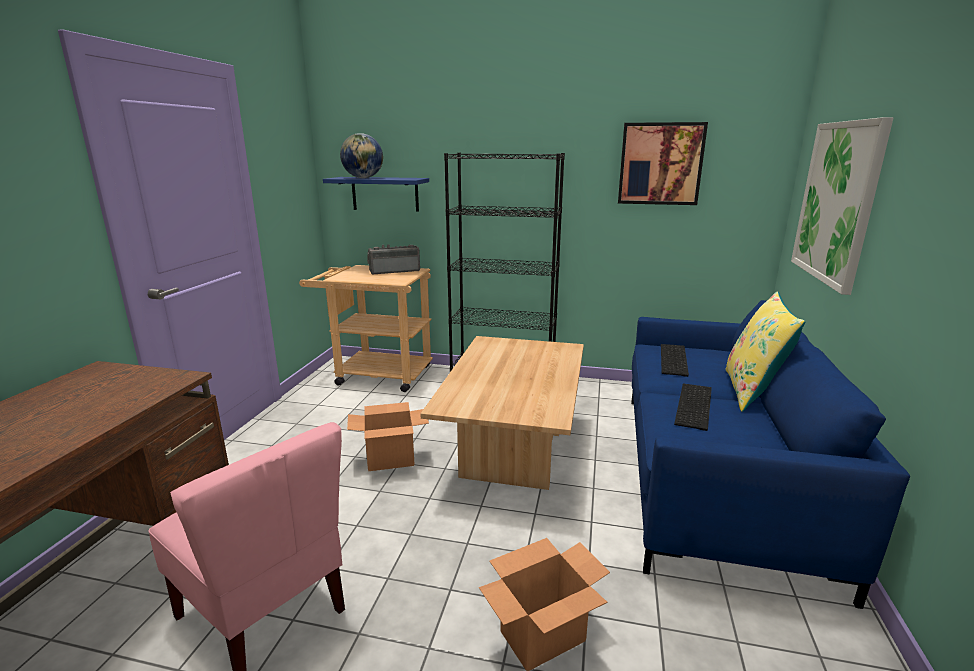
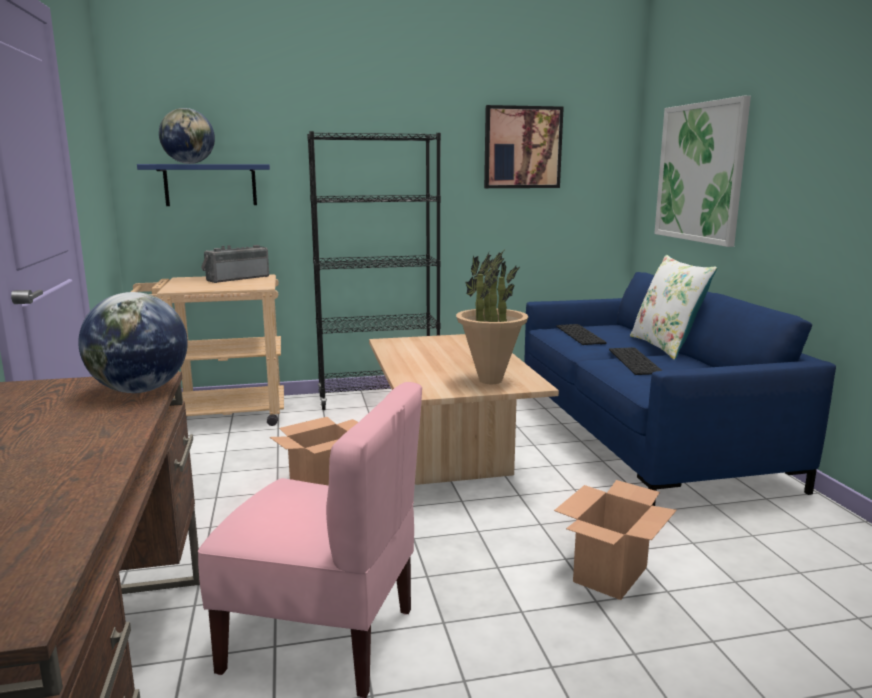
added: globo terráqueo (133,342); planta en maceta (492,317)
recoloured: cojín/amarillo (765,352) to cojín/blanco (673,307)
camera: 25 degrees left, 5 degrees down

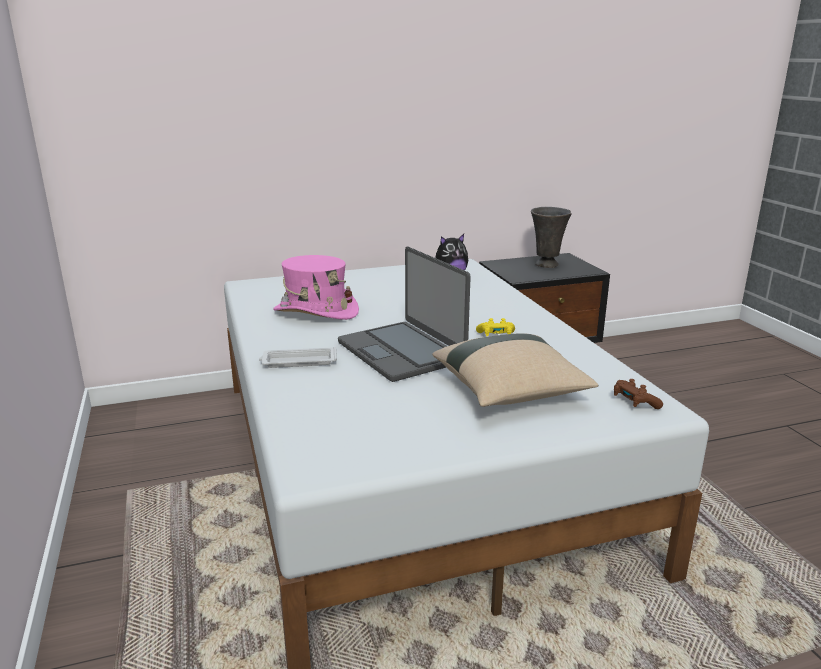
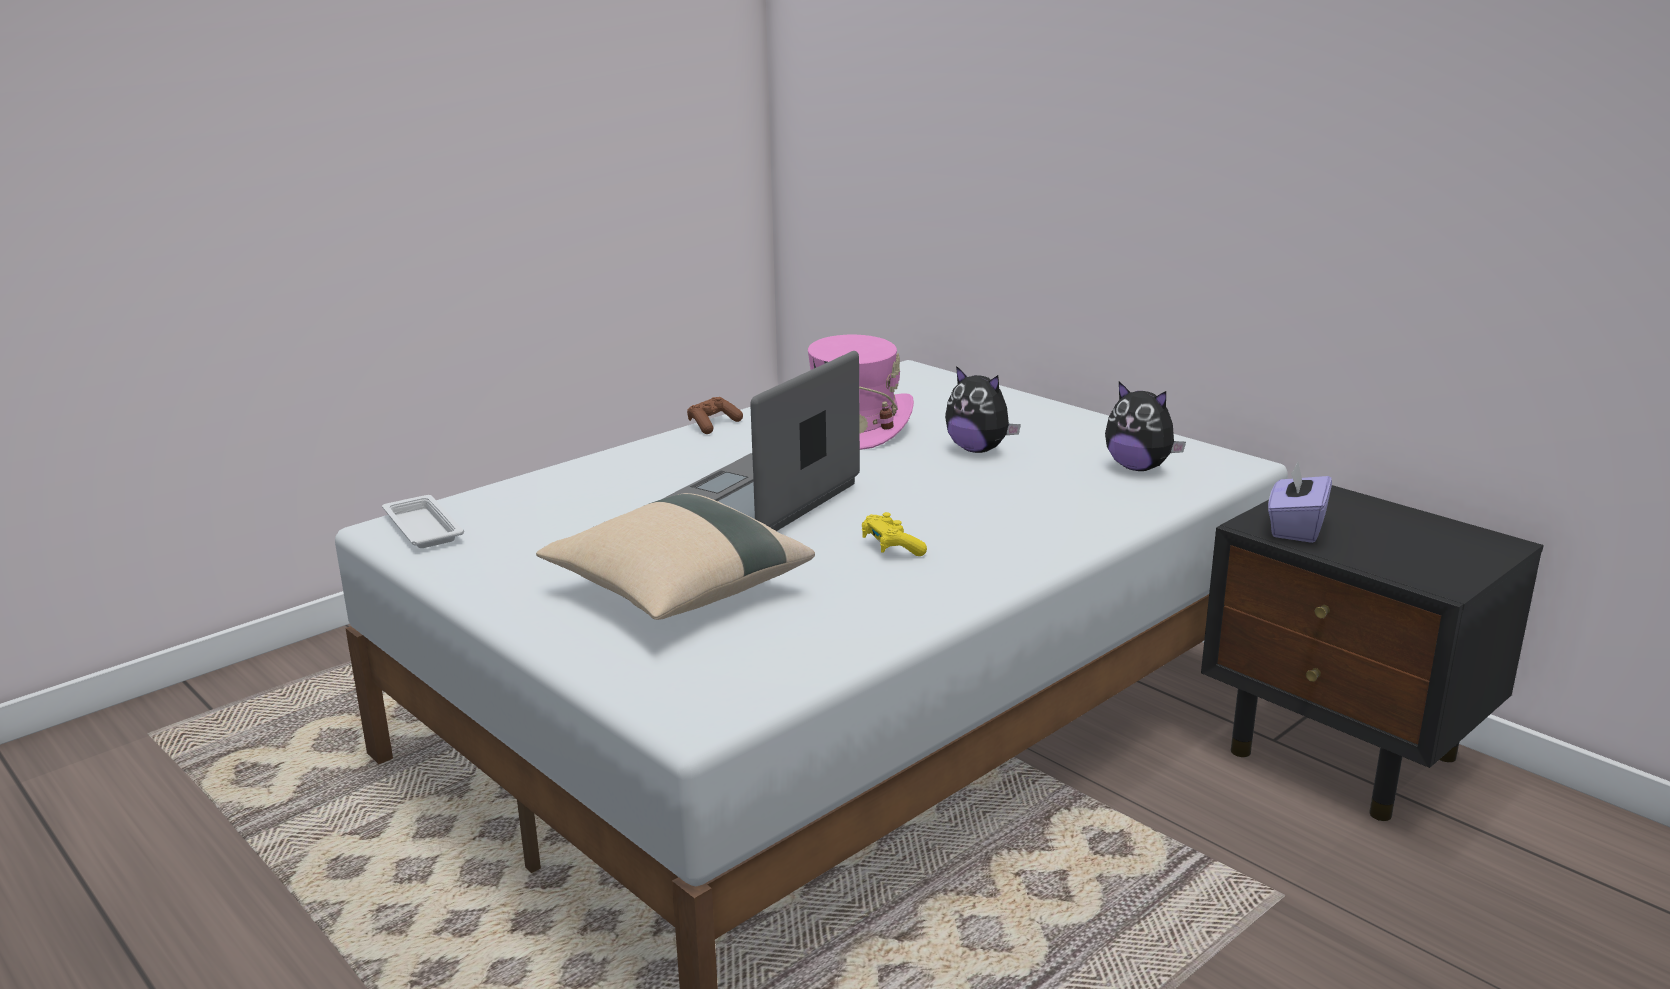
removed: florero/gris (551,237)
added: peluche (983,409); caja de pañuelos/morado (1300,502)
moved: bandeja/blanco (298,357) to (423,521); mando de consola/marrón (638,394) to (715,415)
camera: 65 degrees right, 0 degrees up

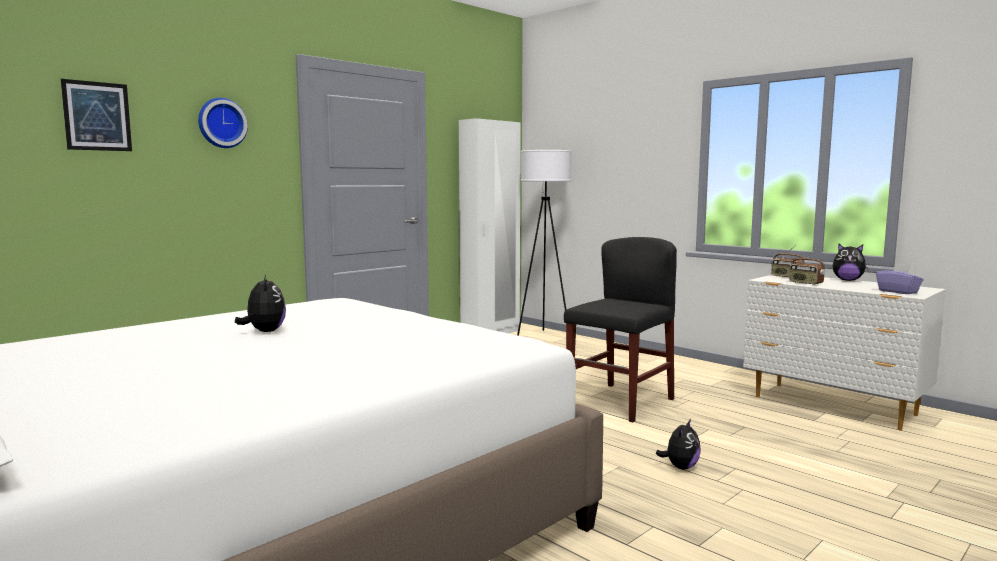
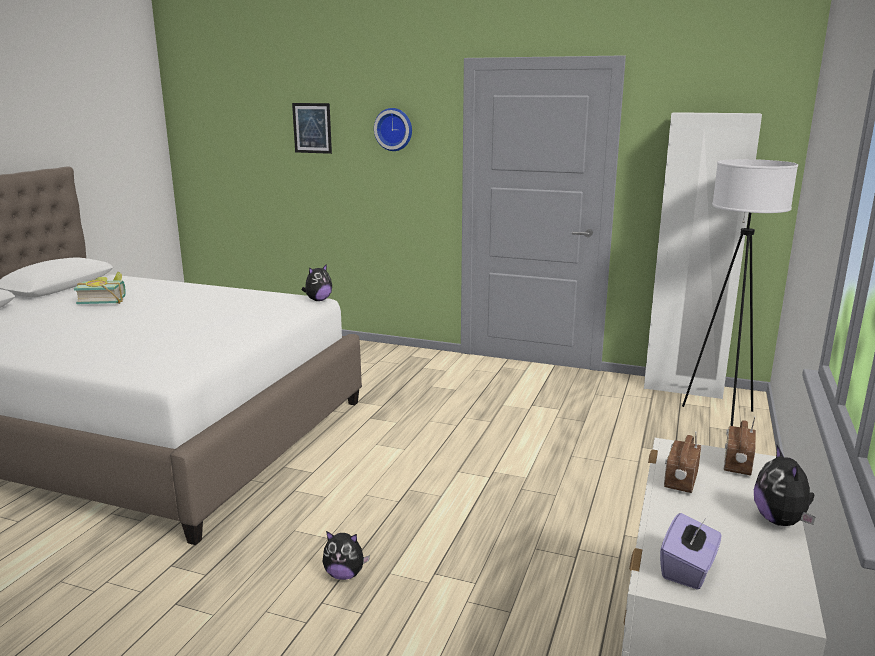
removed: silla/negro (620,330)
added: libro (100,288)
moved: peluche (260,303) to (317,282)
camera: 65 degrees right, 10 degrees up

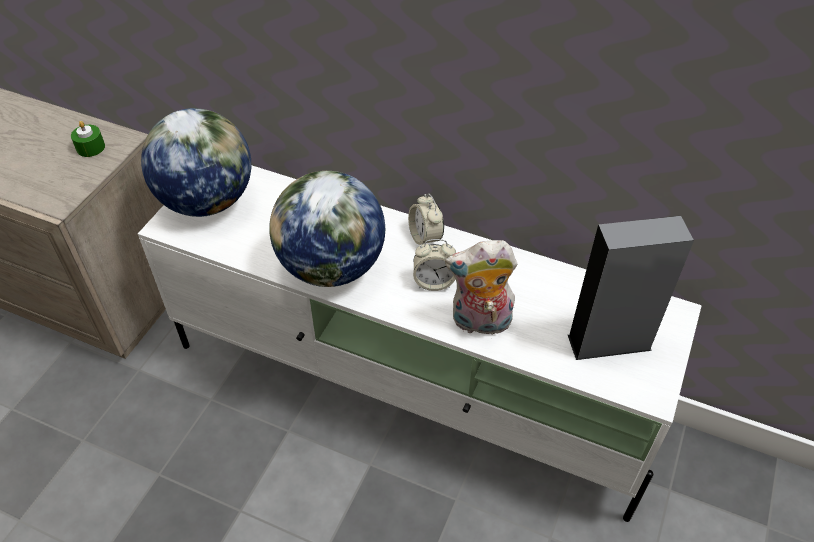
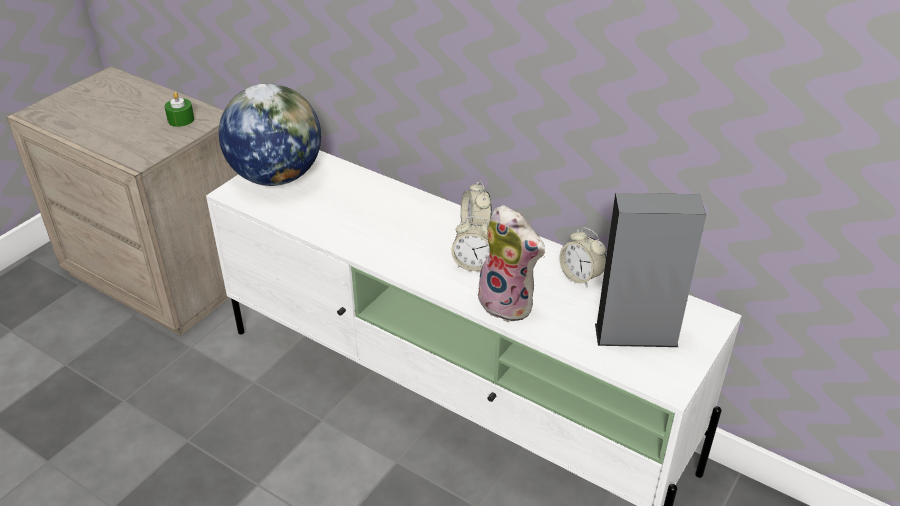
removed: globo terráqueo (327,229)
added: despertador (582,257)
turned: peluche (481,288) = (511,263) 150 degrees counterclockwise
camera: 10 degrees right, 10 degrees down

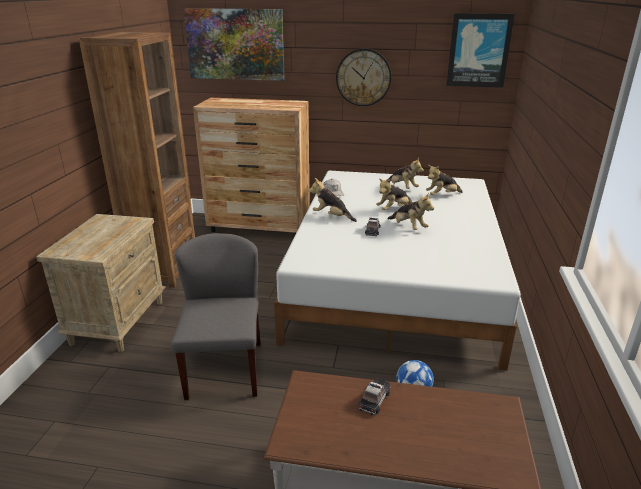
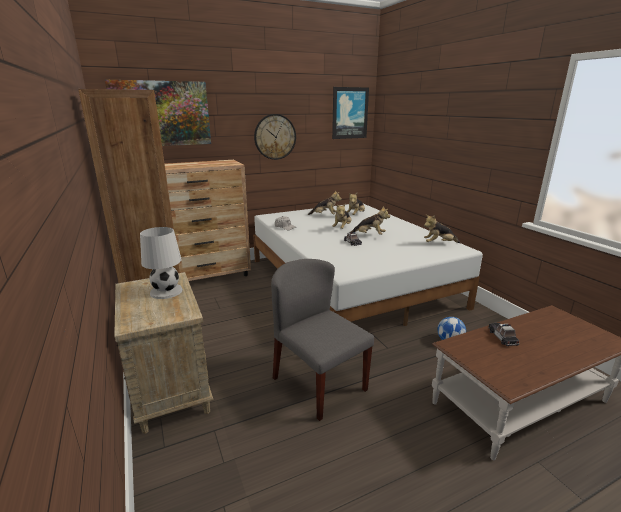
added: lámpara de mesa/blanco (161,263)
moved: peluche (333,200) to (442,228)
camera: 35 degrees left, 5 degrees down

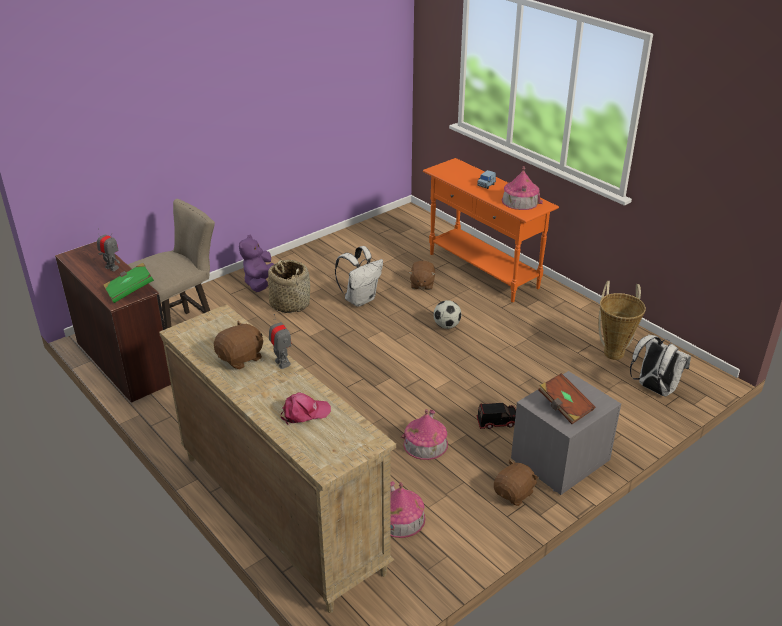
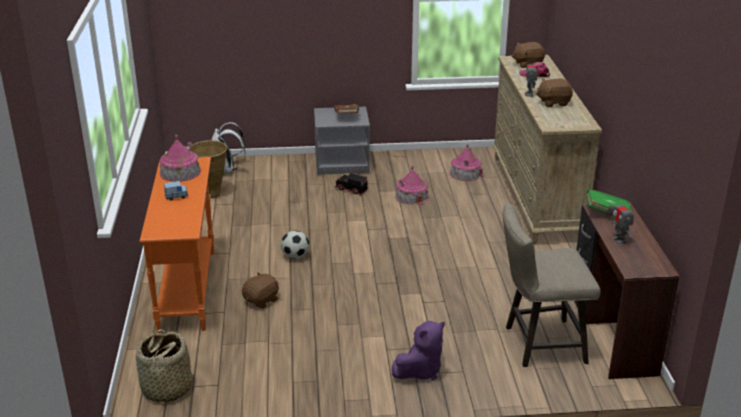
removed: mochila/blanco (359,276)
moved: cesta (289,286) to (164,366); peluche/marrón (516,482) to (528,55)
camera: 145 degrees left, 5 degrees down

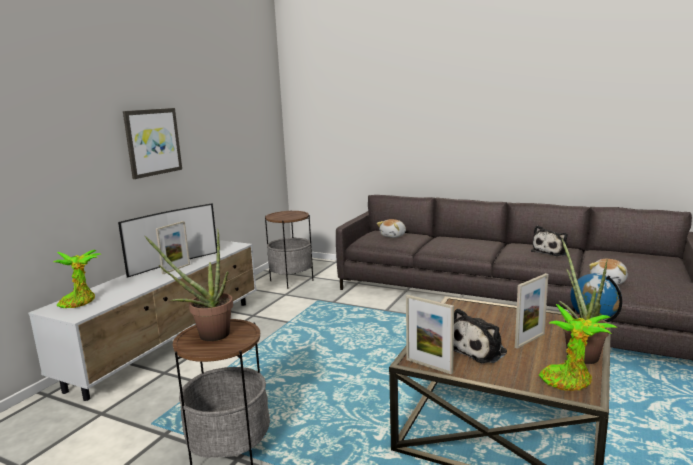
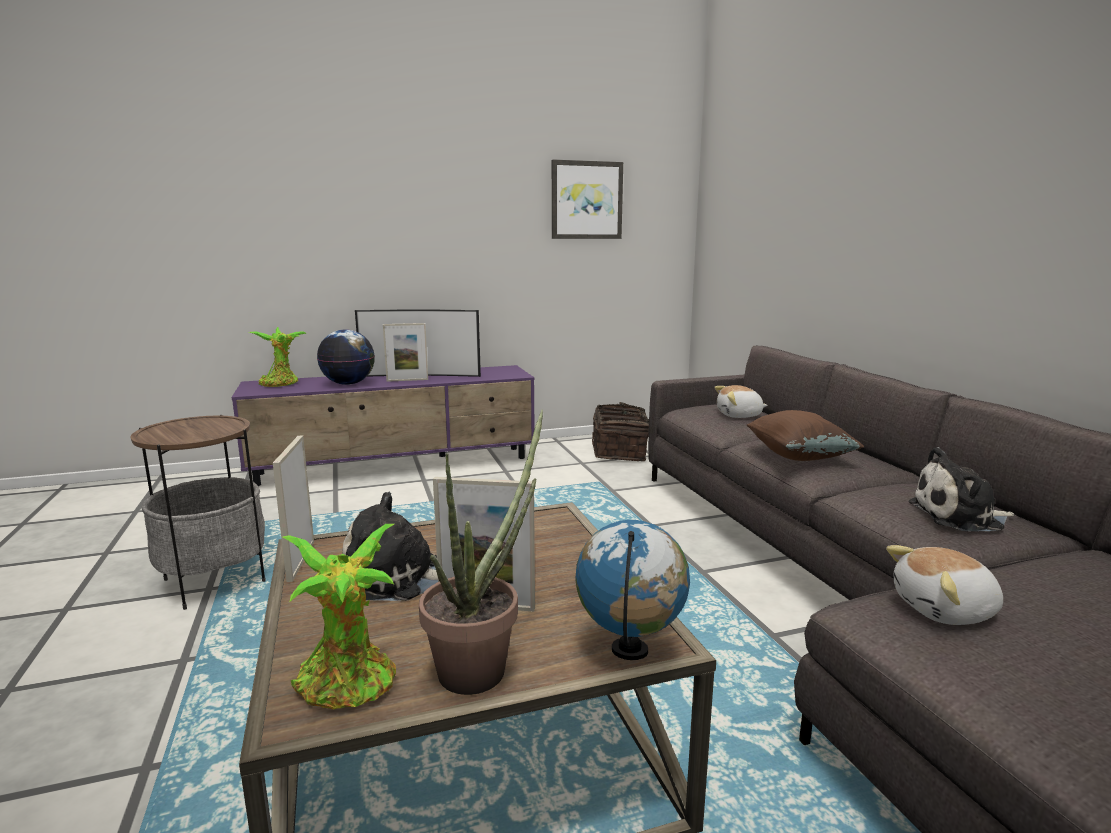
removed: planta en maceta (189,285)
added: globo terráqueo (346,357); cojín/marrón (805,435)
moved: cuadro (152,143) to (587,199)
replaced: mesa auxiliar (289,250) to cesta (620,431)
recoloured: mueble de televisión/blanco (142,320) to mueble de televisión/morado (383,425)
camera: 45 degrees right, 0 degrees up

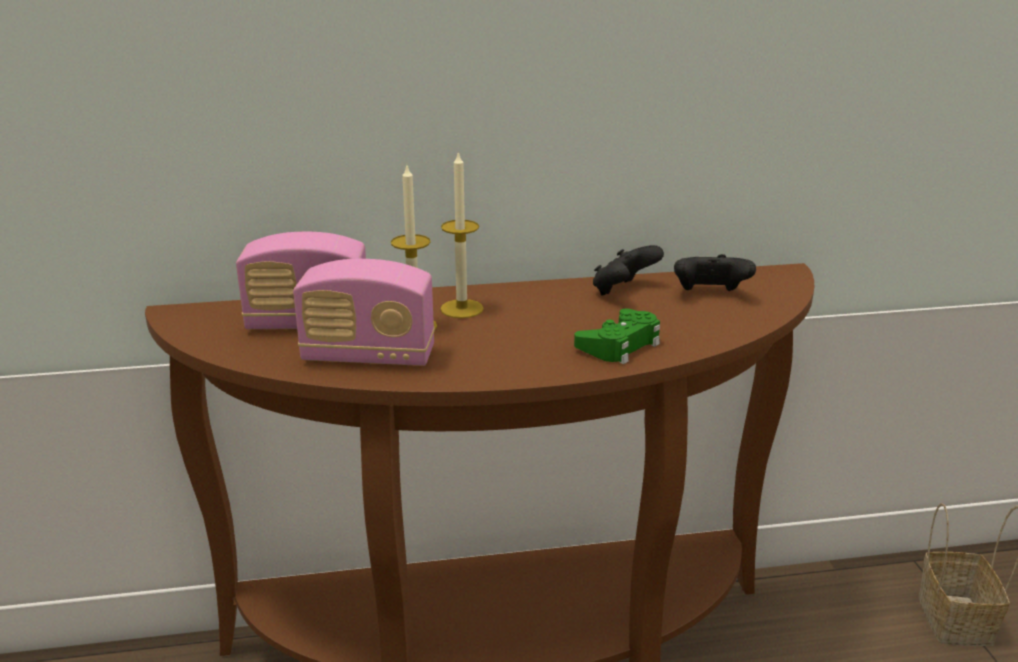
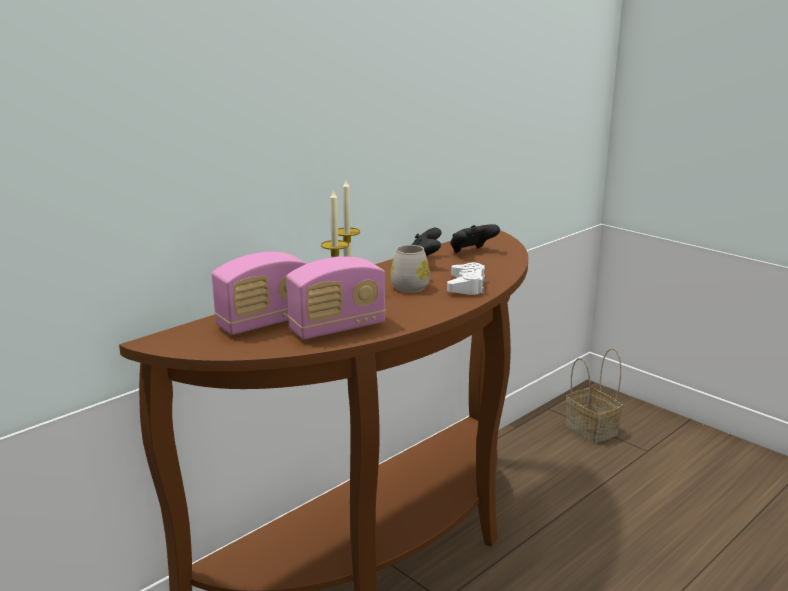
added: taza grande/blanco (410,269)
recoloured: mando de consola/verde (617,336) to mando de consola/blanco (466,278)
camera: 35 degrees left, 5 degrees down

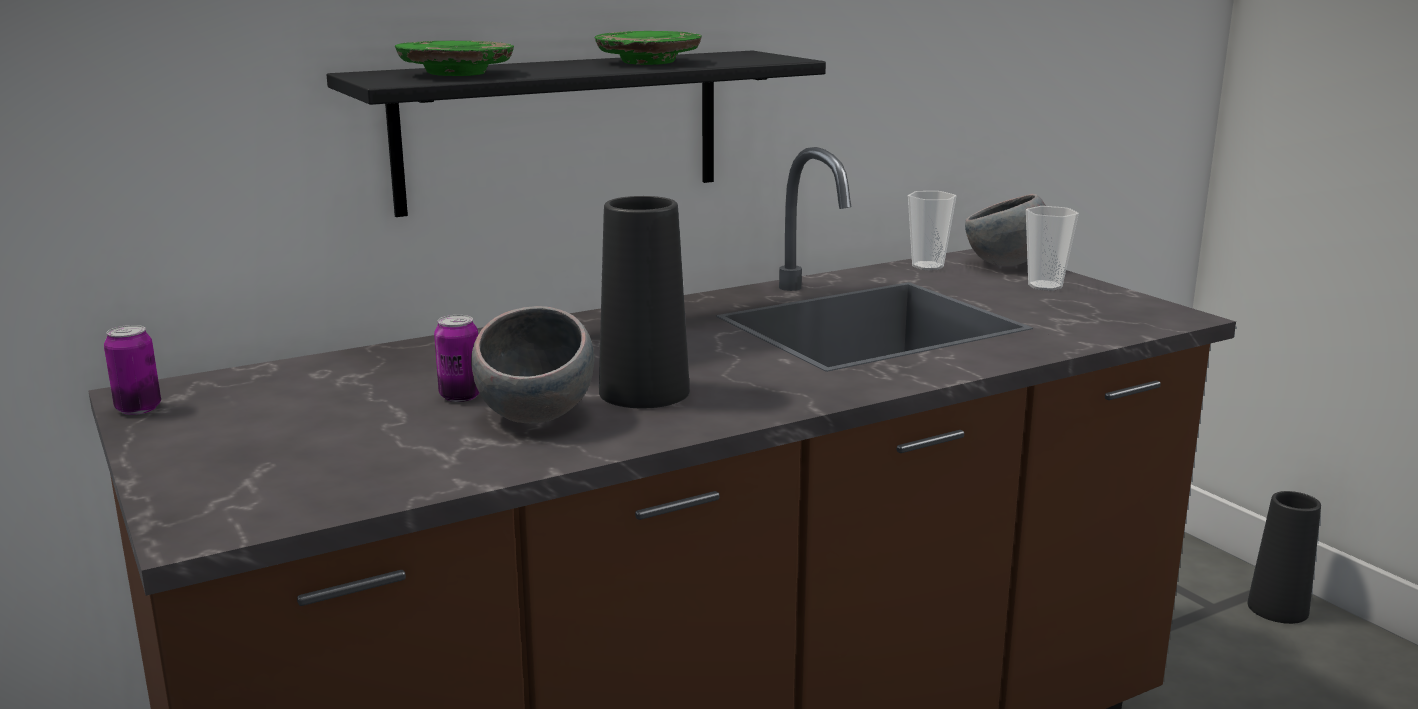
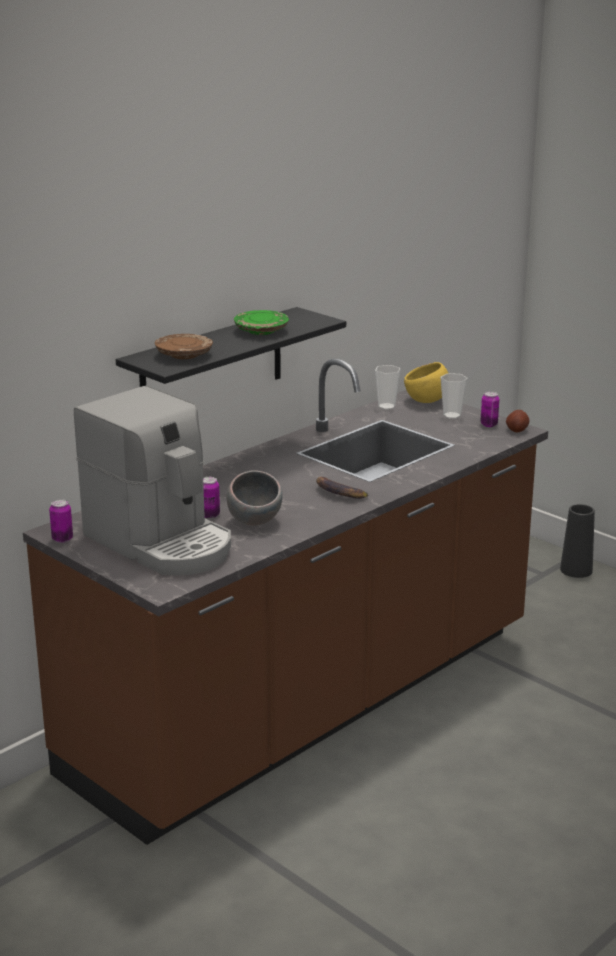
removed: florero/negro (644,302)
added: cafetera (152,481); plátano (342,488); lata (489,409); patata (518,421)
recoloured: plato/verde (454,58) to plato/marrón (184,346); cuenco/gris (1005,230) to cuenco/amarillo (426,382)
camera: 15 degrees left, 5 degrees up

